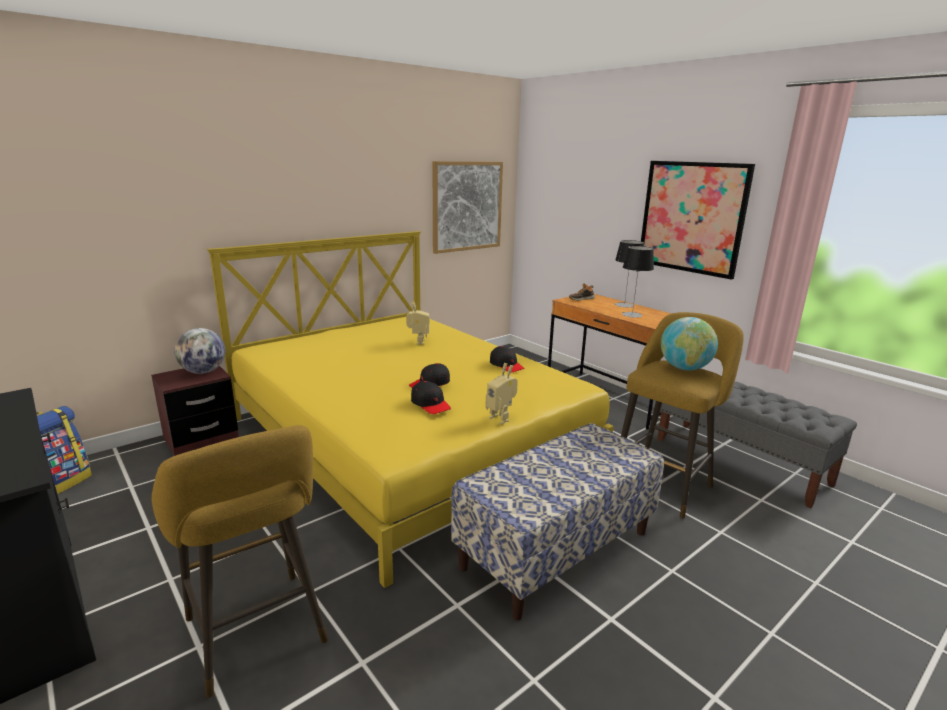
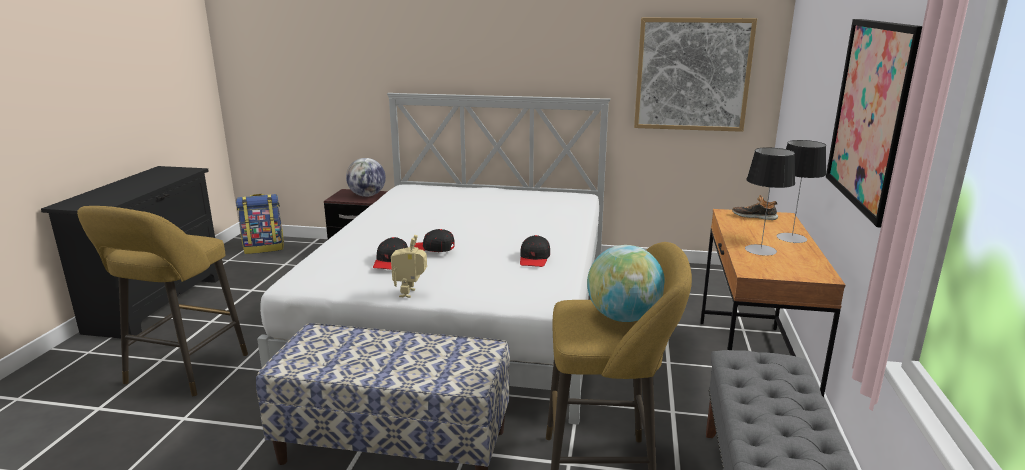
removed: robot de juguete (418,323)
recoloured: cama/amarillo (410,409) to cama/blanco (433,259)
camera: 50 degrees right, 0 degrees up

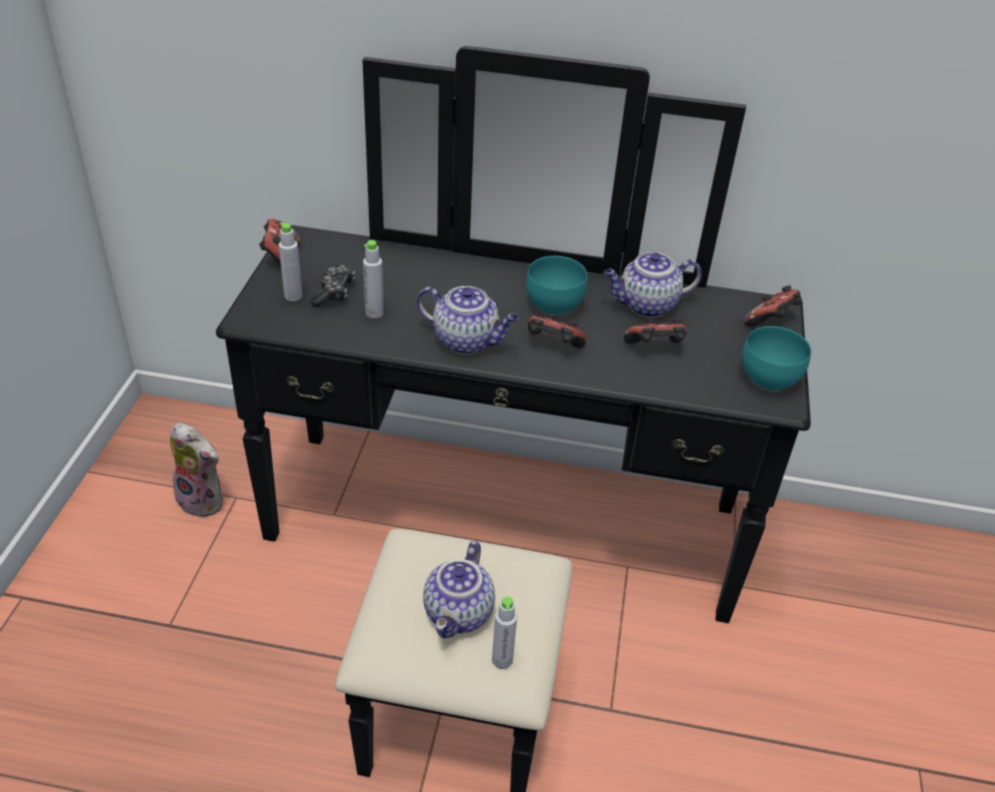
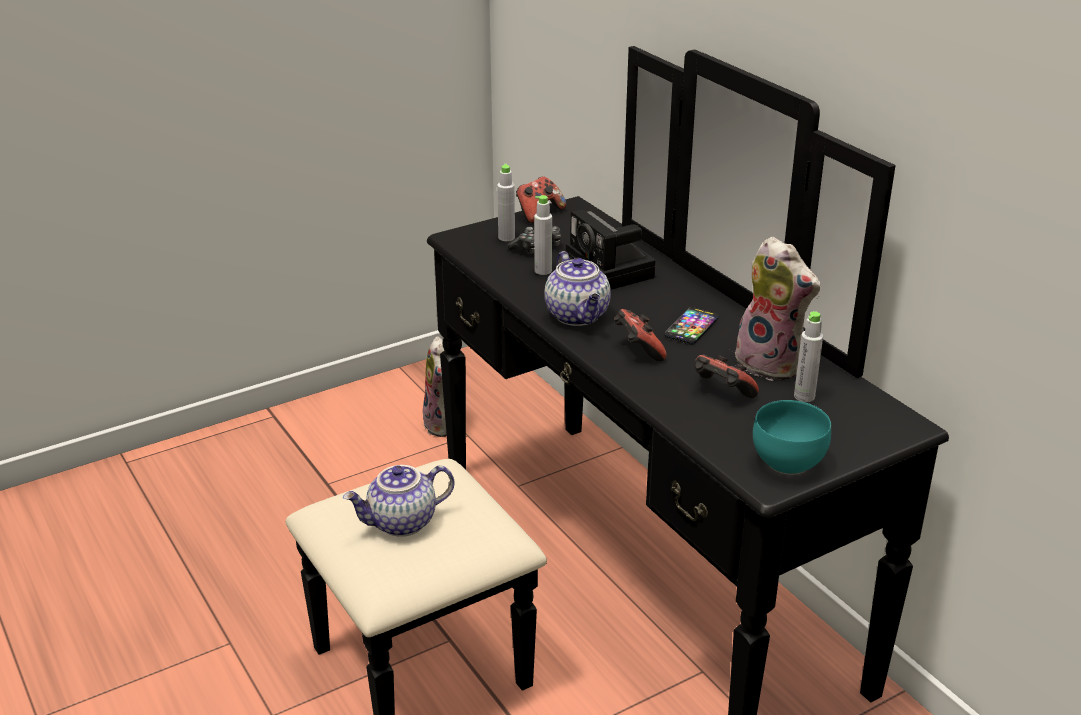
removed: mando de consola (773,306)
added: cámara (611,249)
moved: botella/gris (504,632) to (808,356)
replaced: cuenco/turquesa (556,285) to móvil (692,326); tetera (653,285) to peluche (777,309)
camera: 50 degrees right, 10 degrees down

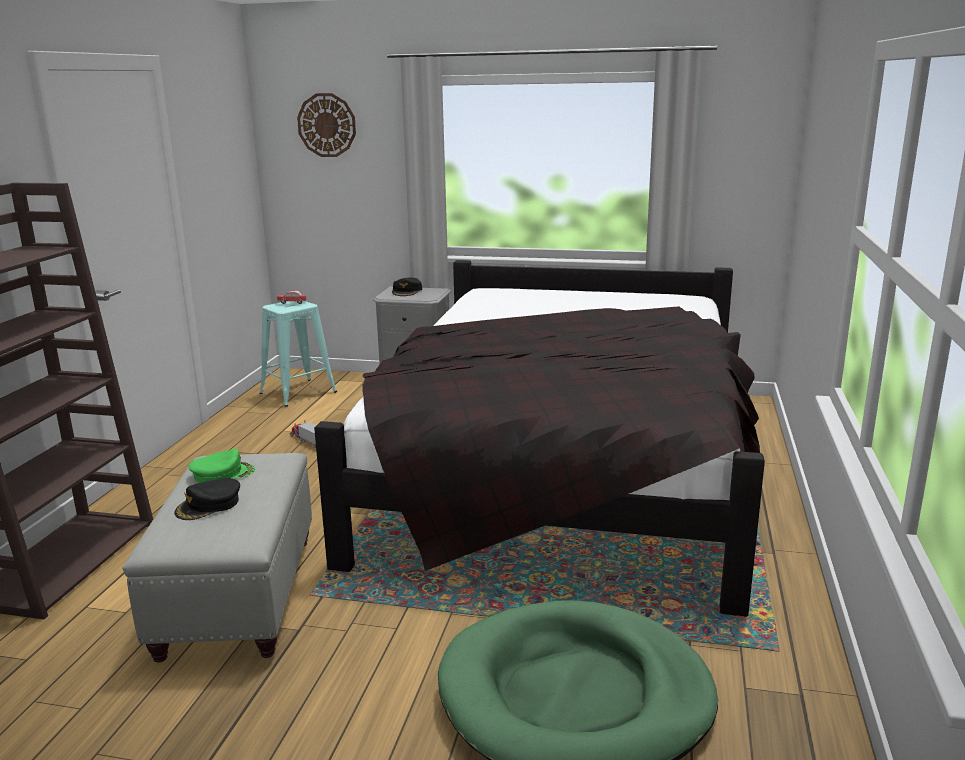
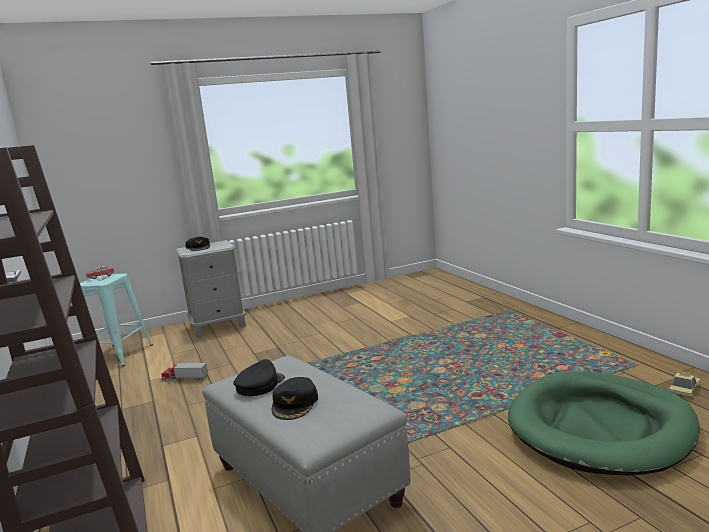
removed: reloj de pared (326,125); cama/negro (539,438)
added: coche de juguete (684,384)
recoloured: gorra/verde (221,466) to gorra/negro (259,377)
camera: 35 degrees left, 5 degrees down

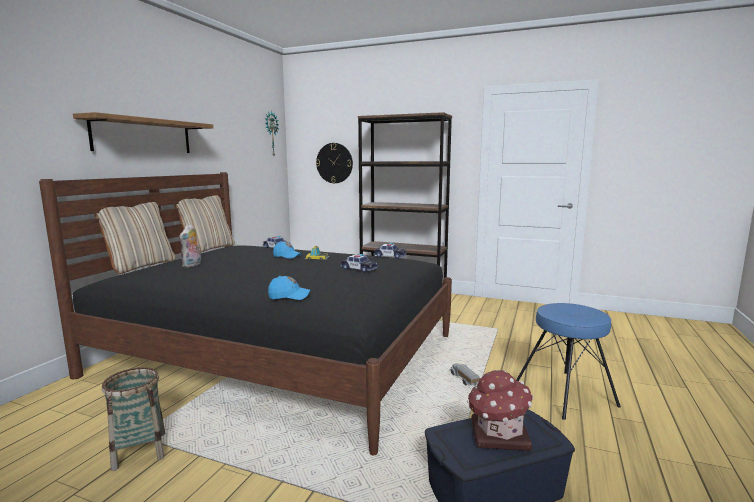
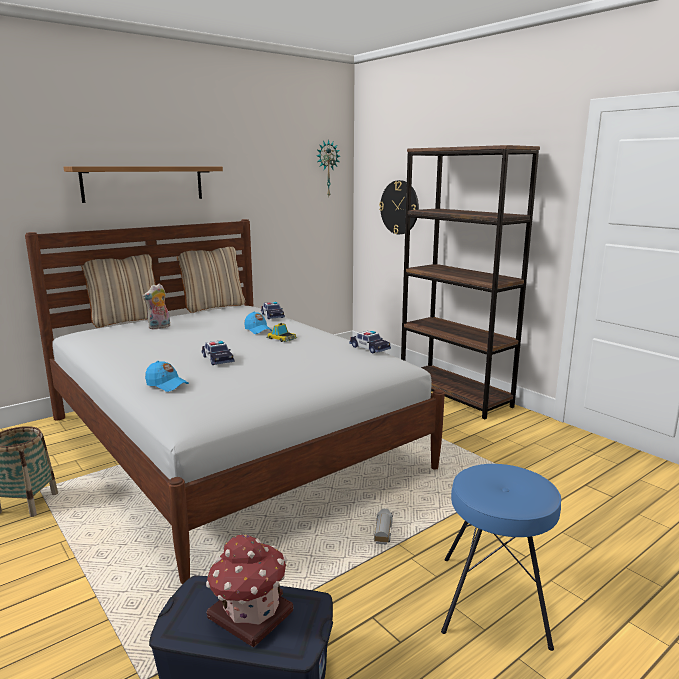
moved: coche de juguete (359,263) to (218,352)
recoloured: cama/negro (245,313) to cama/blanco (235,401)
camera: 30 degrees right, 5 degrees up

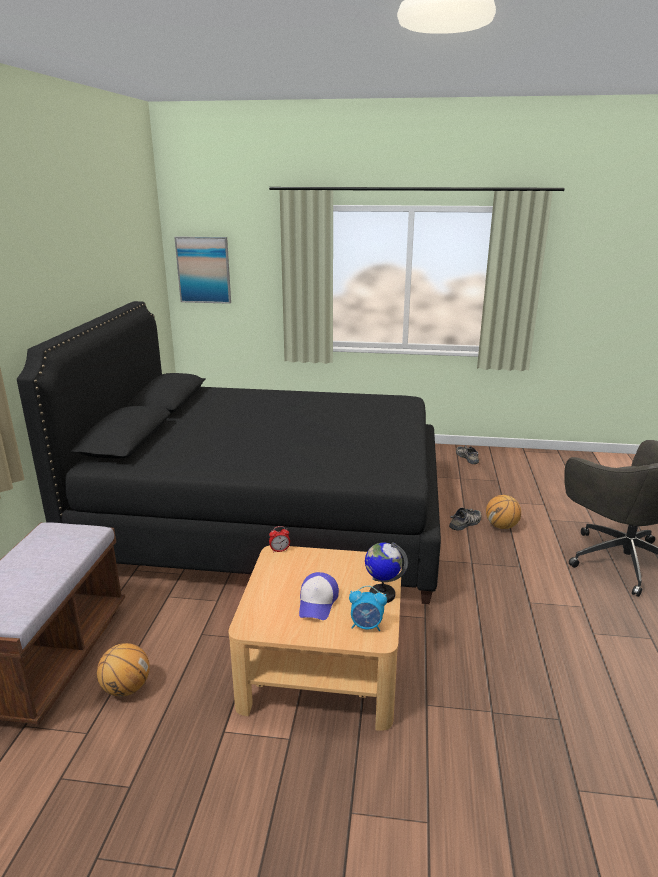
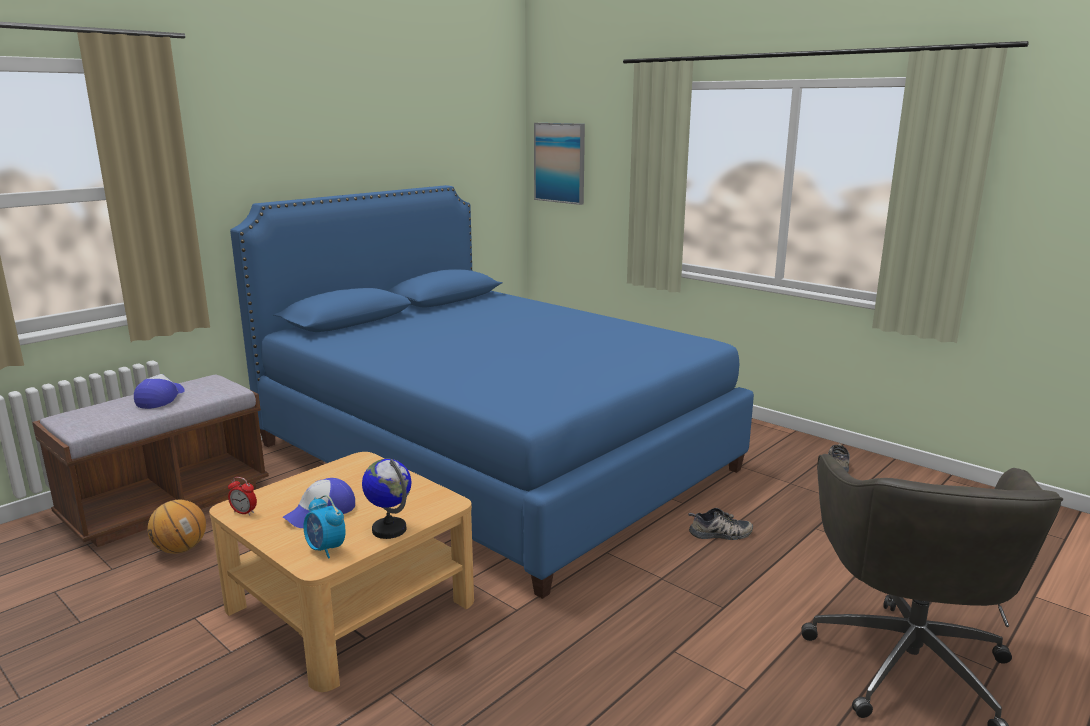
removed: balón de baloncesto (503,512)
added: gorra (159,391)
moved: despertador (279,539) to (242,496)
recoloured: cama/negro (229,452) to cama/azul (492,392)
camera: 35 degrees right, 5 degrees down

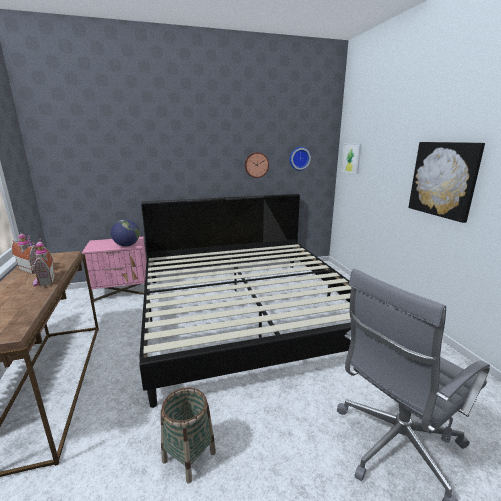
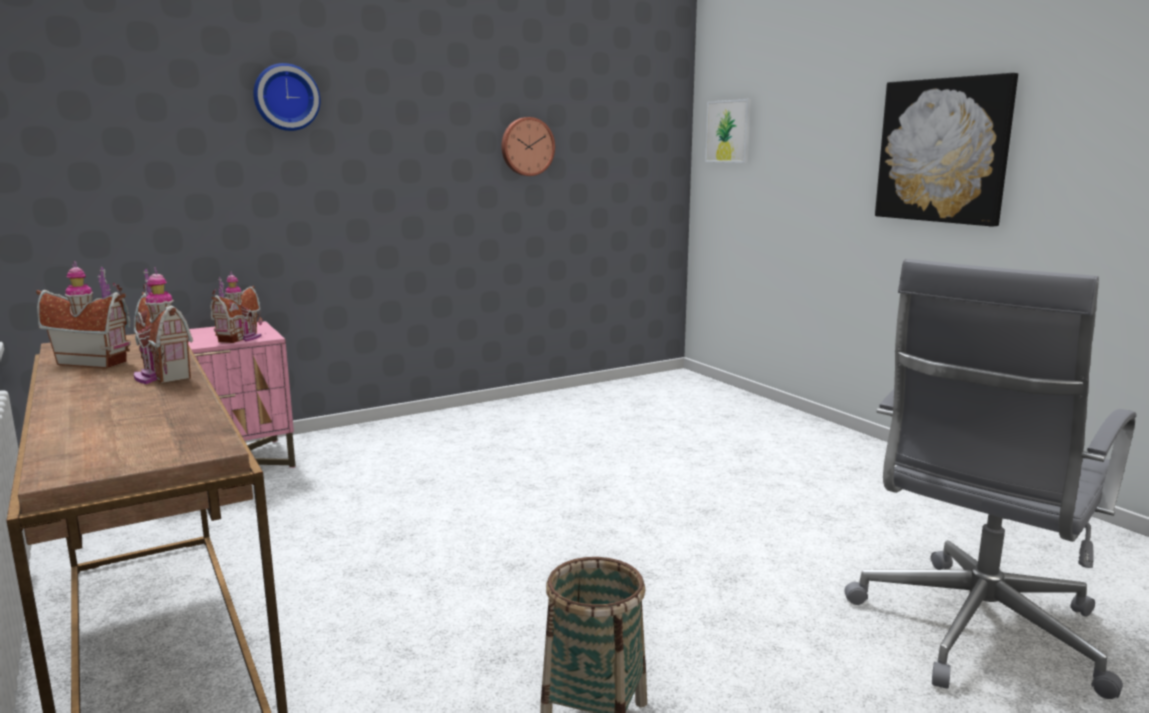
removed: cama (245,301)
moved: reloj de pared (300,159) to (287,97)
replaced: globo terráqueo (125,233) to casita (236,307)
camera: 15 degrees left, 5 degrees down

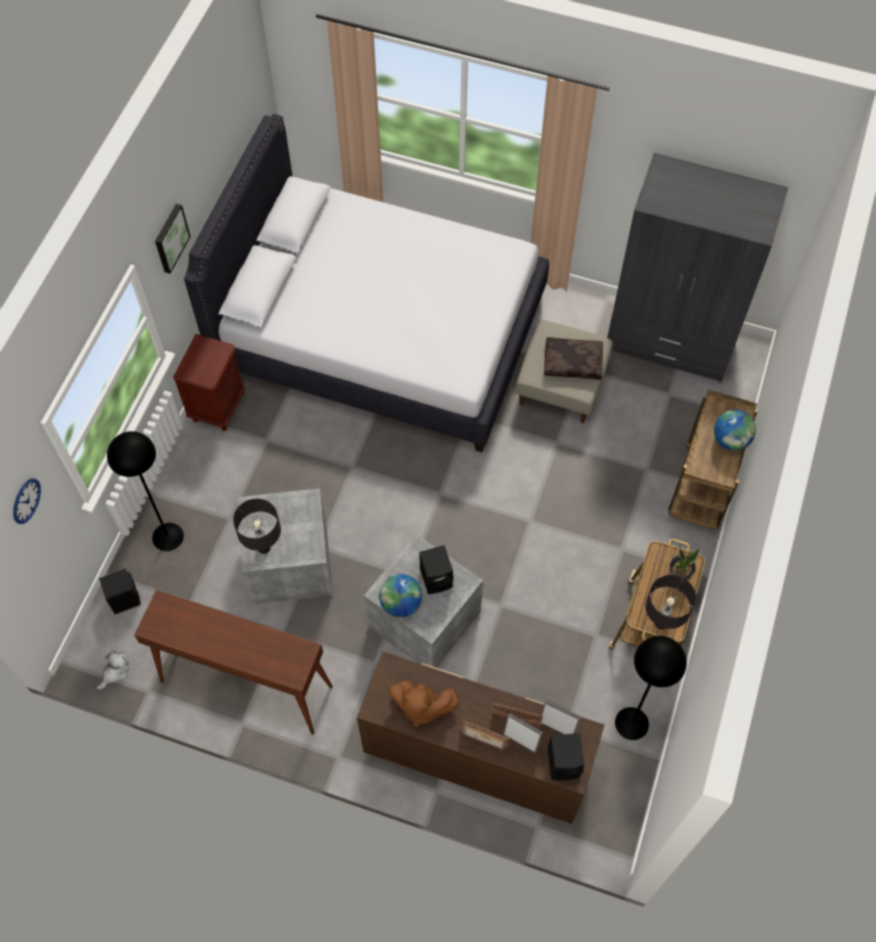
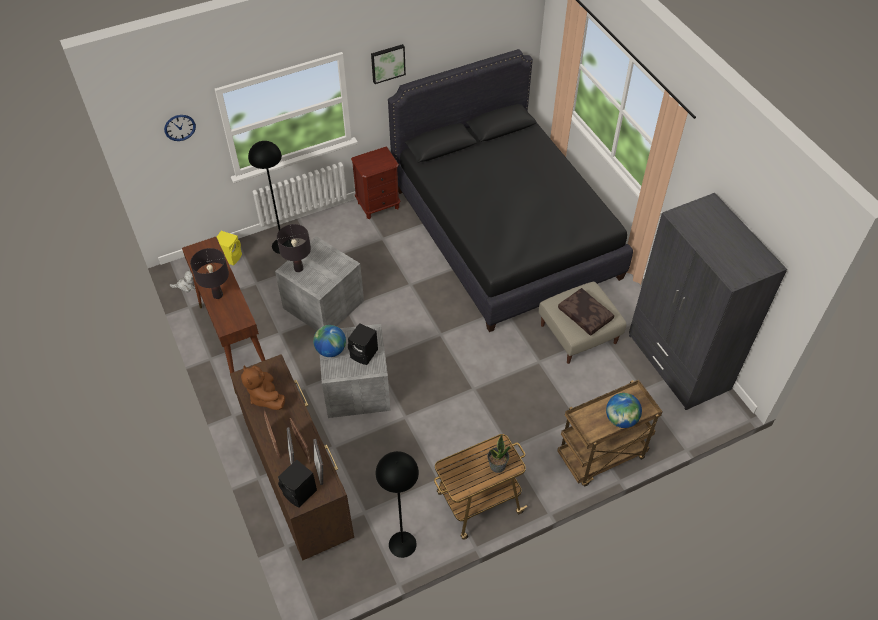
moved: lámpara de mesa/negro (670,602) to (209,273)
recoloured: altavoz/negro (120,591) to altavoz/amarillo (229,248); cama/blanco (366,283) to cama/negro (510,190)
camera: 45 degrees right, 10 degrees down

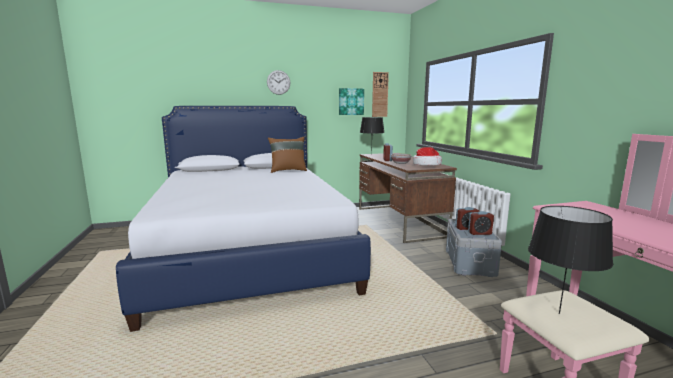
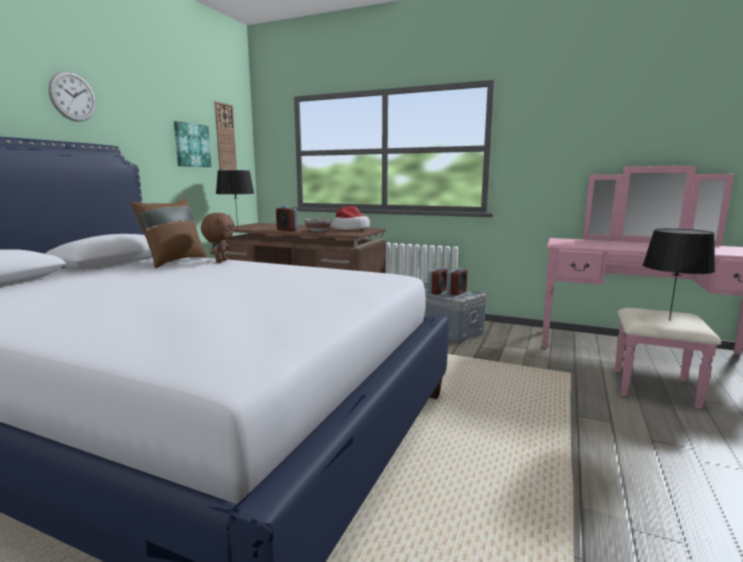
added: peluche/marrón (218,238)
camera: 50 degrees left, 0 degrees up

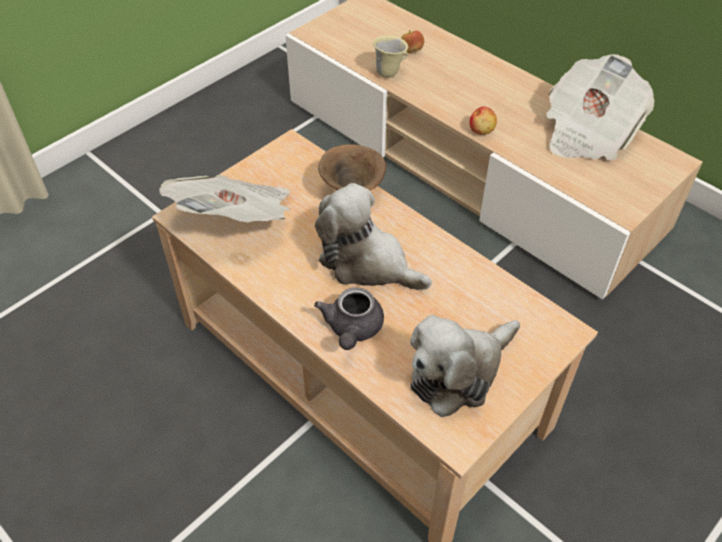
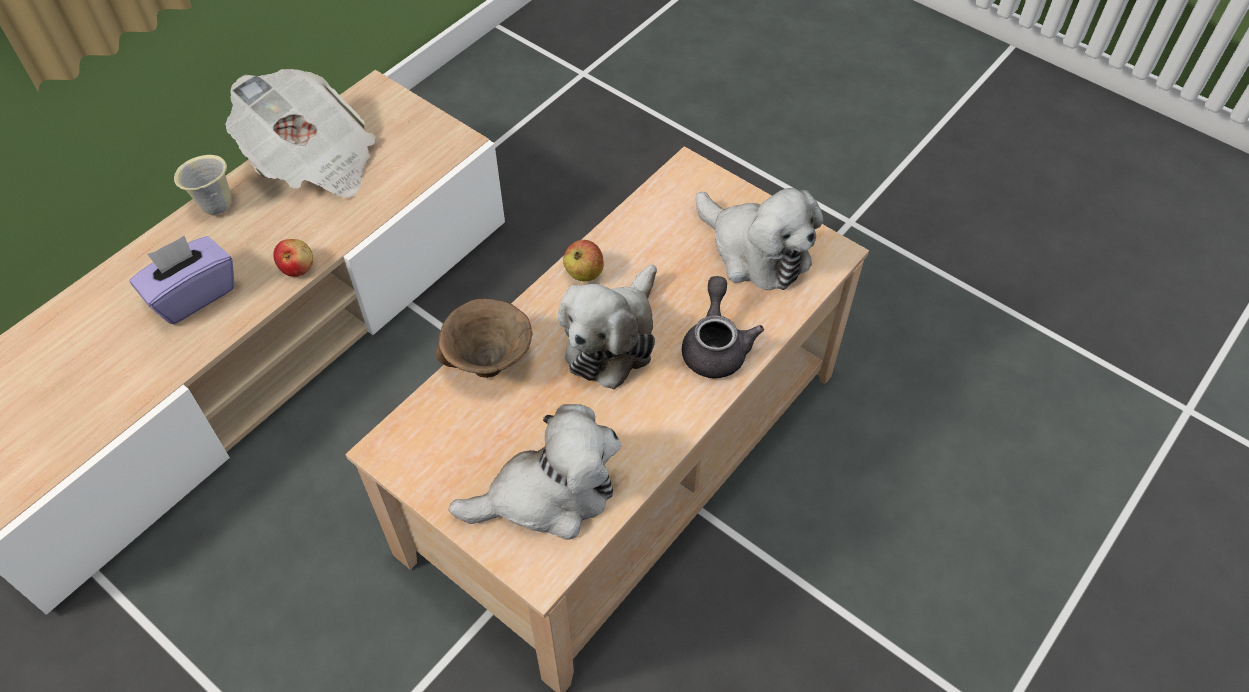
added: caja de pañuelos/morado (181,280)
moved: taza grande/beis (390,56) to (203,185); manzana (412,42) to (583,260)
replaced: periódico (225,198) to peluche (535,472)
turned: tetera/gris (349,318) = (723,327) 90 degrees counterclockwise
camera: 95 degrees left, 5 degrees up

